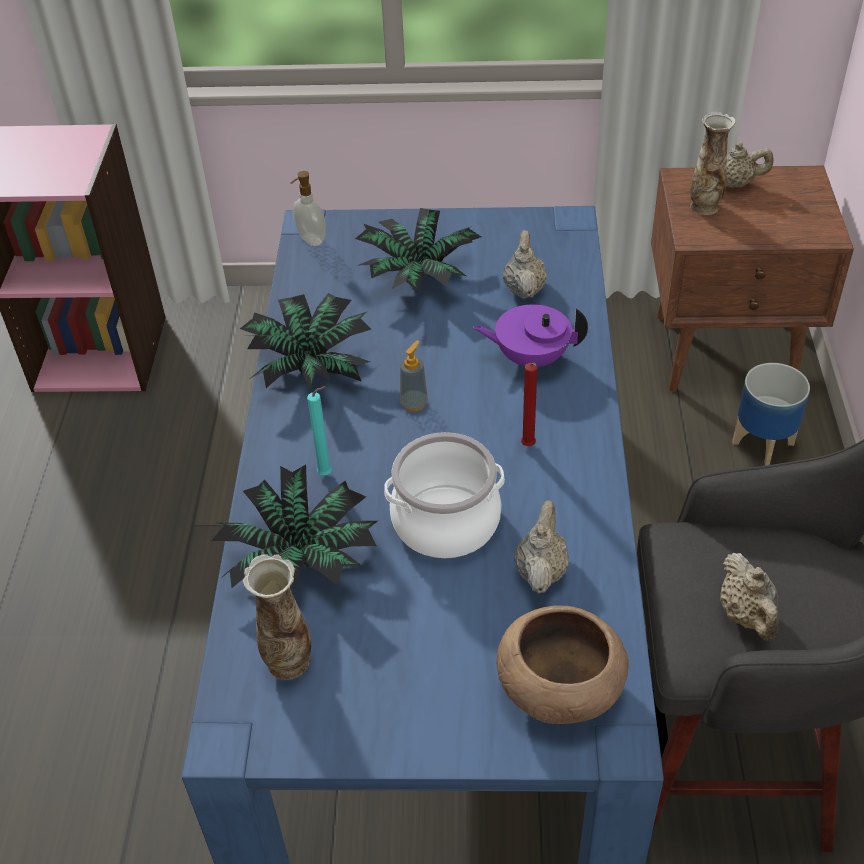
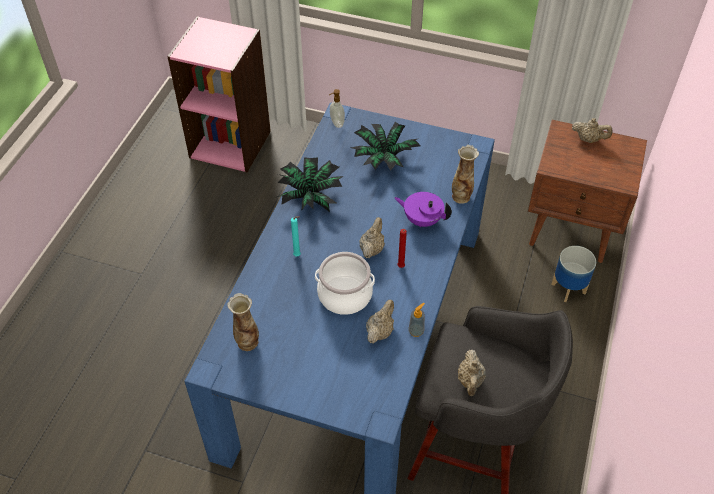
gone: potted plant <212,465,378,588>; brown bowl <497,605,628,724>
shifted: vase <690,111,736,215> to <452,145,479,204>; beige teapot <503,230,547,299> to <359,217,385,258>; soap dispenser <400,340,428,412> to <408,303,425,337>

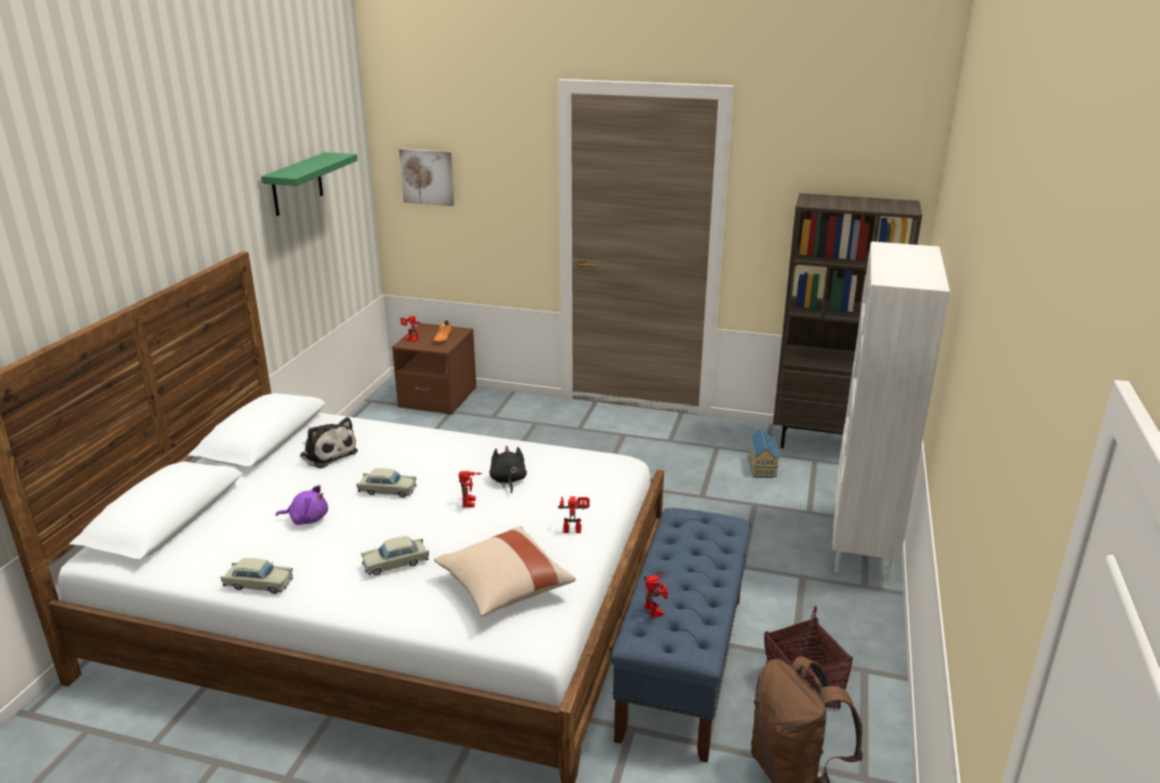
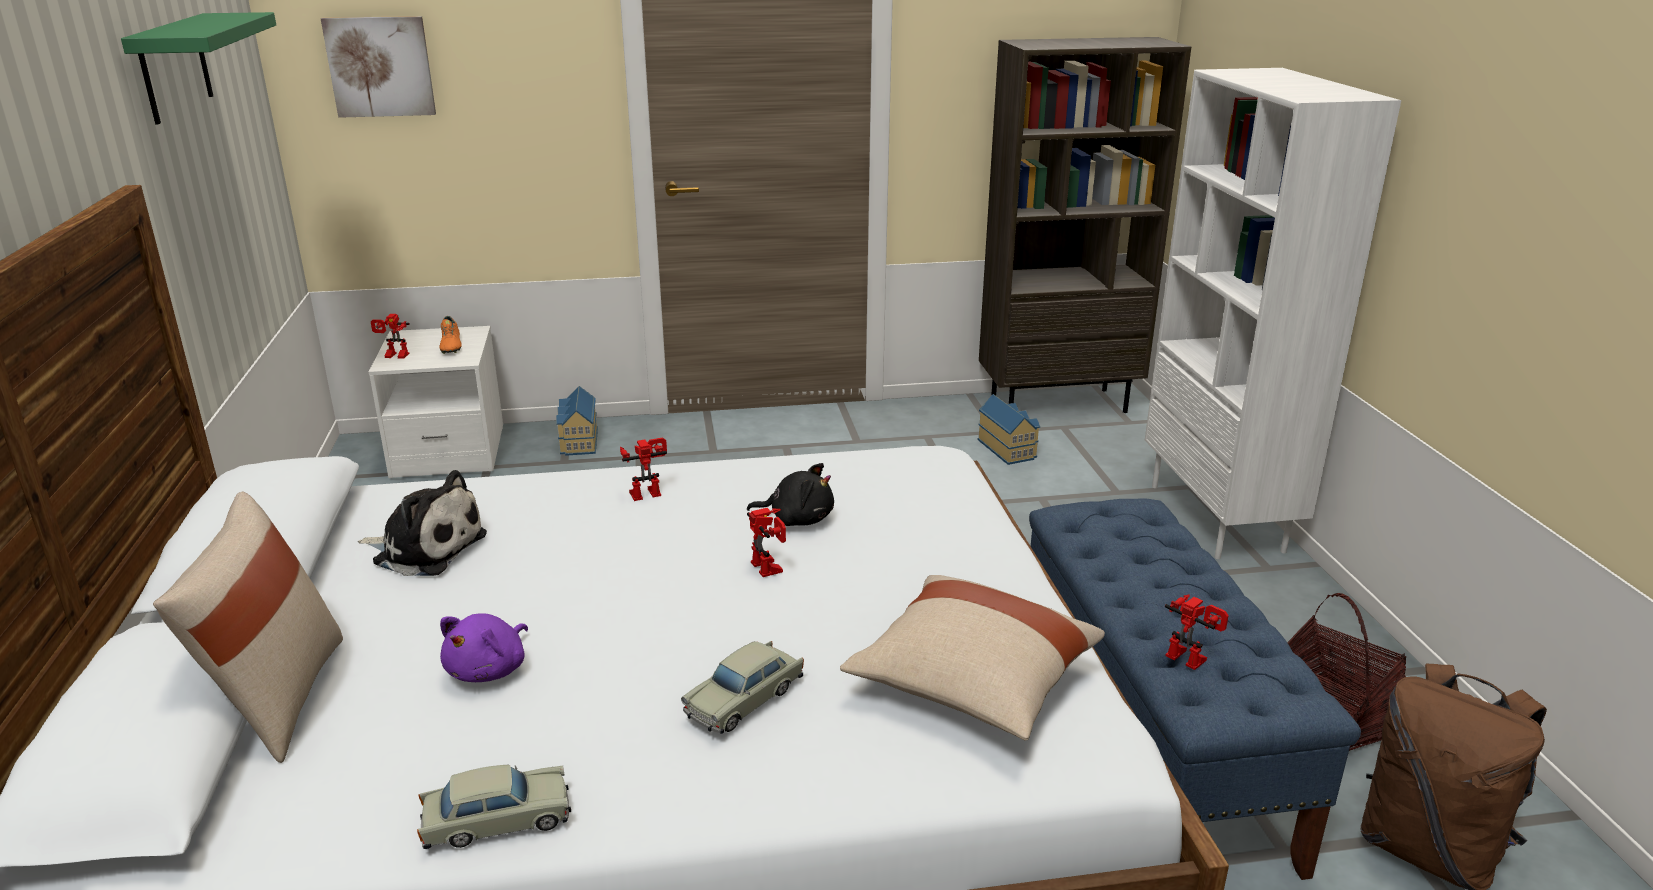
gone: beige toy car <356,468,416,498>
new: toy house <556,386,598,456>; beige pillow <153,492,343,763>
shifted: toy robot <558,497,589,533> to <620,438,667,501>
repainted: brown nightstand <392,323,476,415> to white nightstand <369,326,503,478>
rotated: black plush toy <489,446,527,494> = <747,463,834,526> 135 degrees clockwise; purple plush toy <276,485,328,525> = <440,613,528,682> 135 degrees clockwise

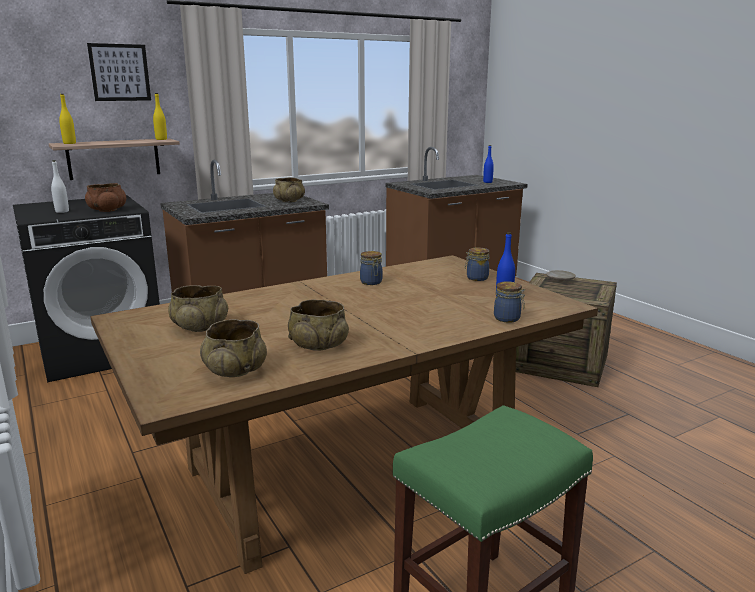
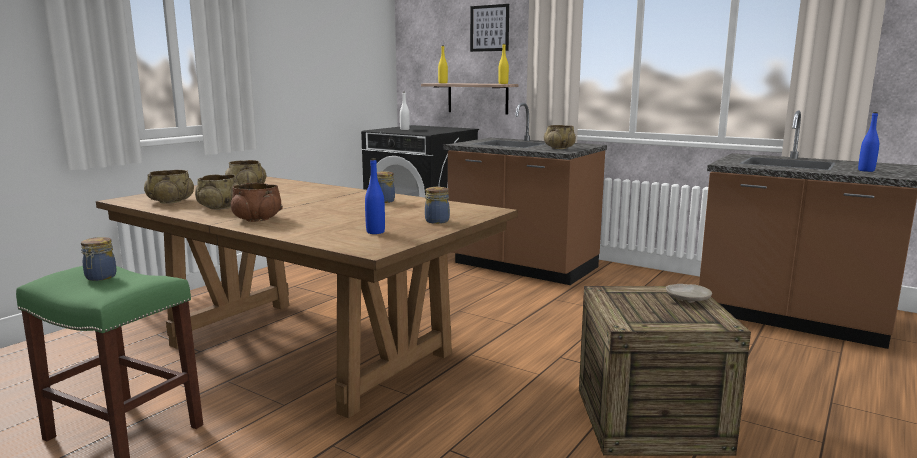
shifted: brown bowl <85,183,126,212> to <231,183,283,222>; jar <494,281,525,323> to <81,237,117,281>

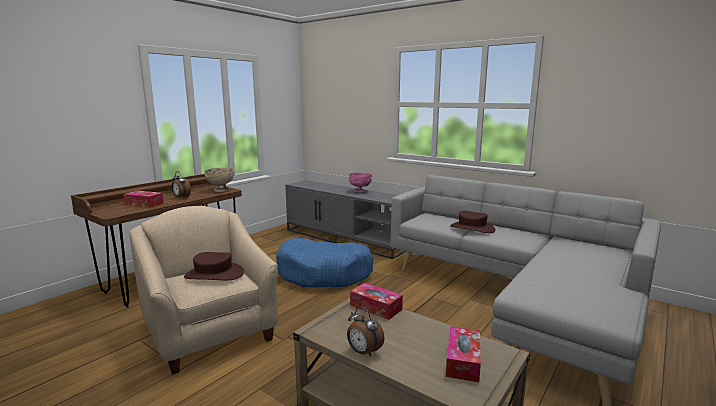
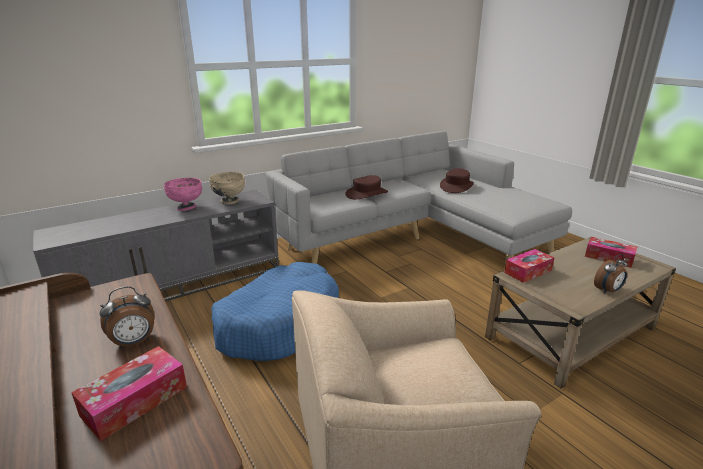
shifted: beige bowl <204,167,234,192> to <209,172,245,204>; brown hat <184,252,244,280> to <440,168,474,193>

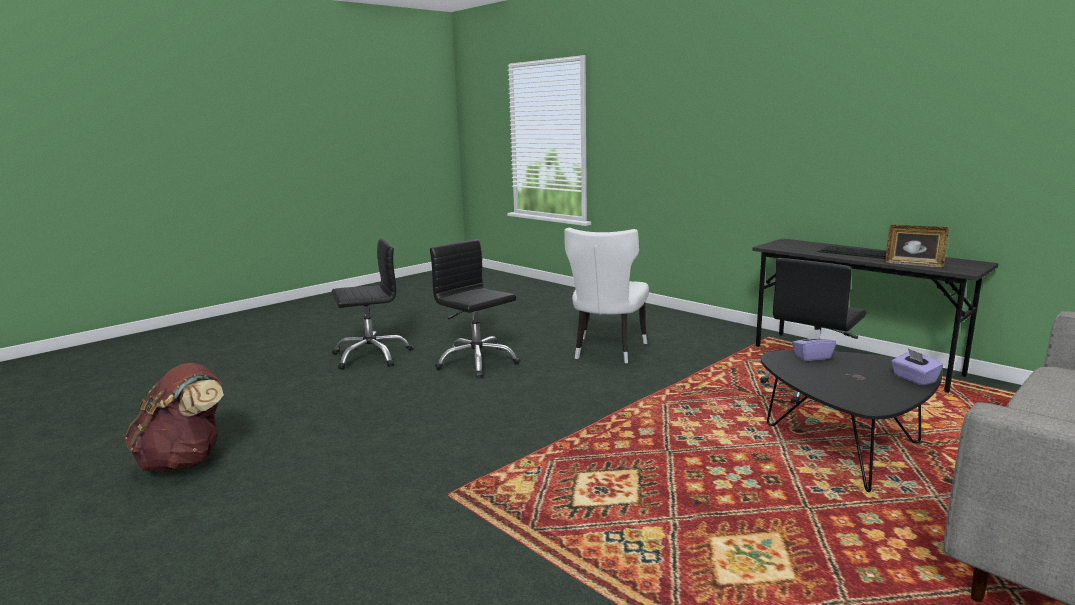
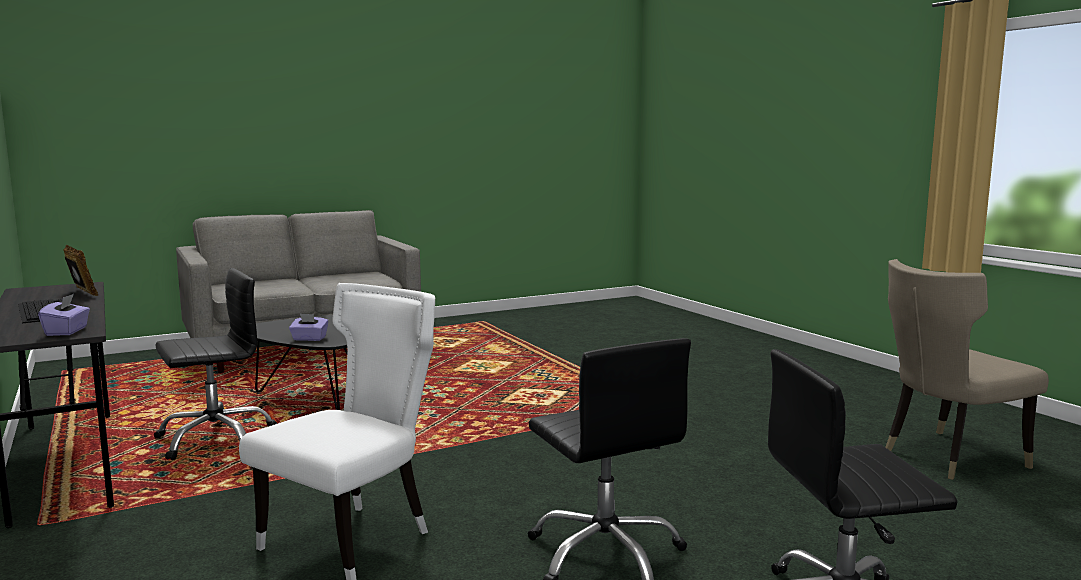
shifted: purple tissue box <891,349,943,386> to <38,294,90,336>
swapped: brown backpack <125,362,224,472> to beige chair <885,259,1049,480>

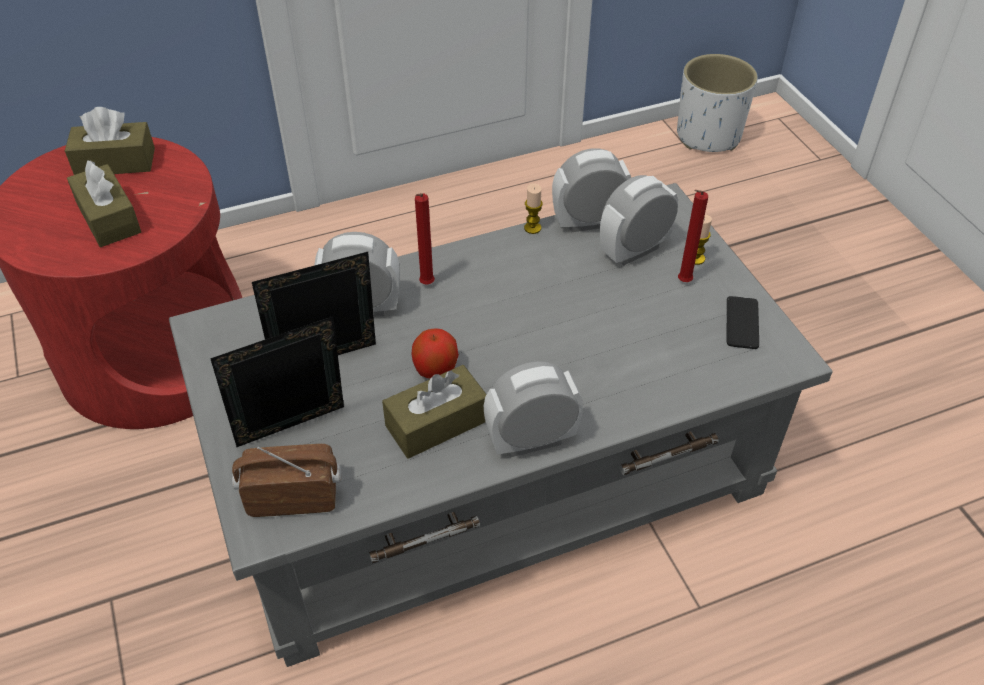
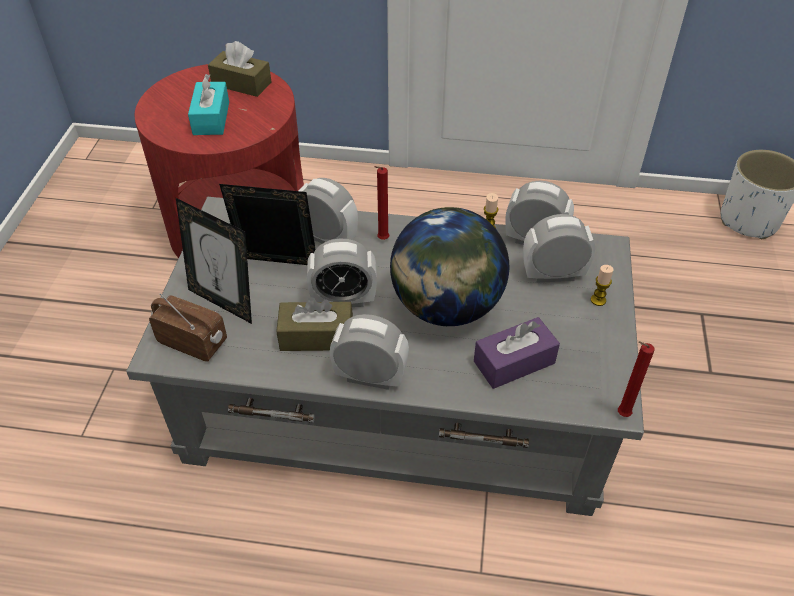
gone: phone <727,296,759,349>
new: globe <390,207,509,326>; purple tissue box <474,317,560,389>
shifted: red candle <678,190,708,282> to <618,341,655,417>
swapped: apple <412,328,459,378> to alarm clock <307,238,377,307>
repainted: brown tissue box <67,160,141,247> to turquoise tissue box <188,74,229,135>
rotated: picture frame <210,316,344,447> = <176,198,252,324> 150 degrees counterclockwise

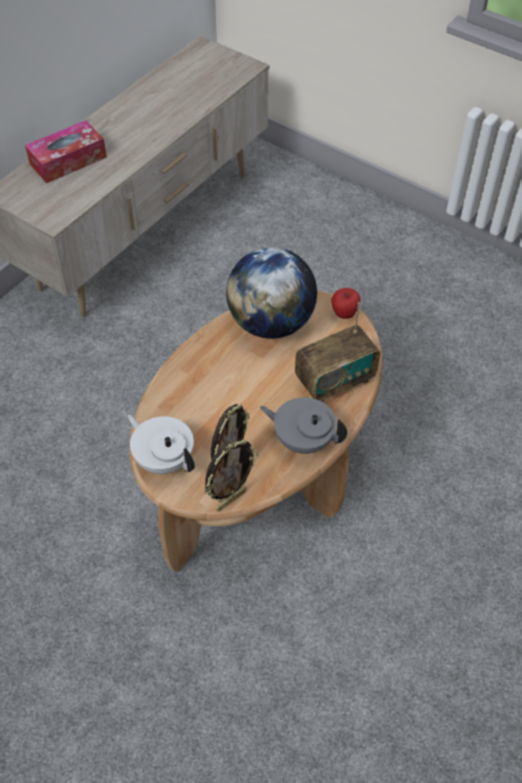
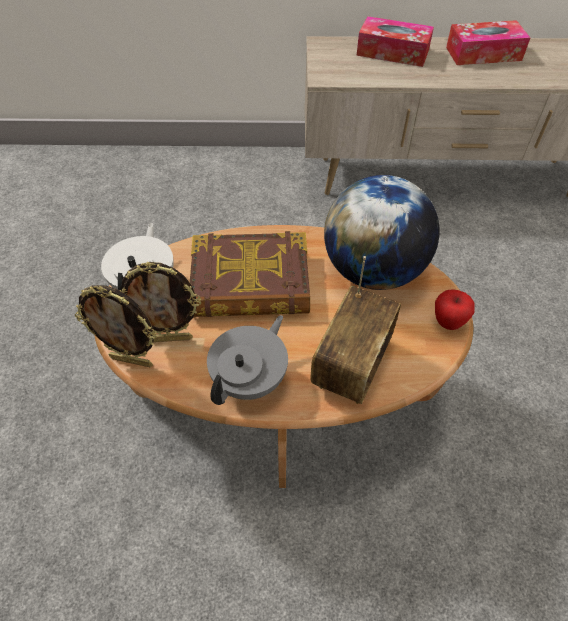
new: tissue box <446,20,530,65>; book <190,231,310,317>
rotated: radio <295,302,380,402> = <310,256,401,404> 90 degrees counterclockwise; grey teapot <260,397,347,454> = <207,315,288,405> 45 degrees clockwise

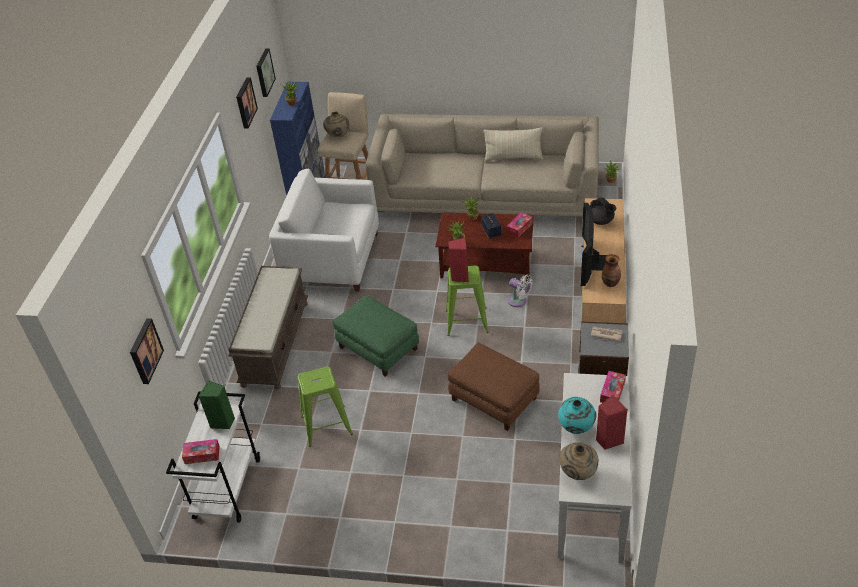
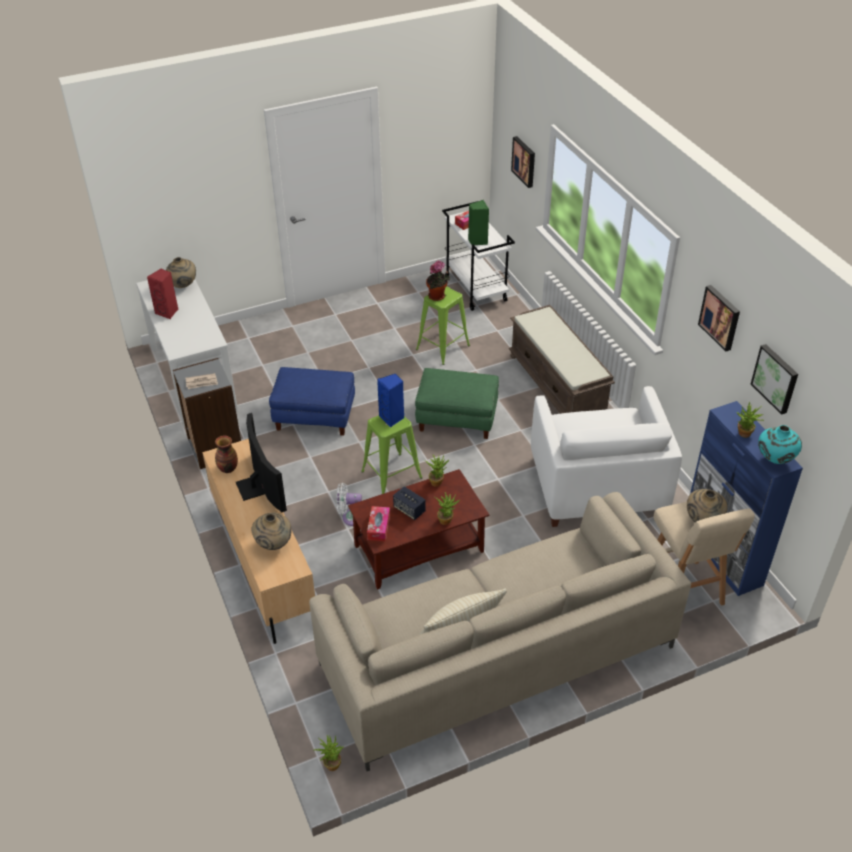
gone: tissue box <600,371,626,403>
new: potted plant <426,260,450,301>
shifted: turquoise vase <558,397,596,434> to <758,425,802,464>
swapped: black teapot <590,197,616,225> to beige vase <251,513,291,550>
repainted: red speaker <448,238,469,282> to blue speaker <377,374,404,427>; brown ottoman <448,343,540,431> to blue ottoman <269,367,355,436>
rotated: white armchair <269,169,379,292> = <531,386,682,527> 105 degrees clockwise

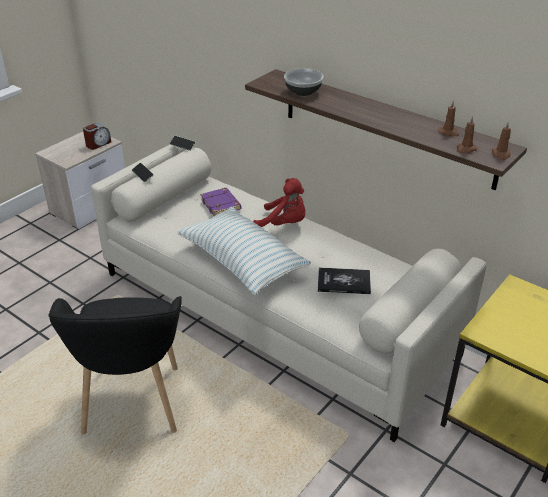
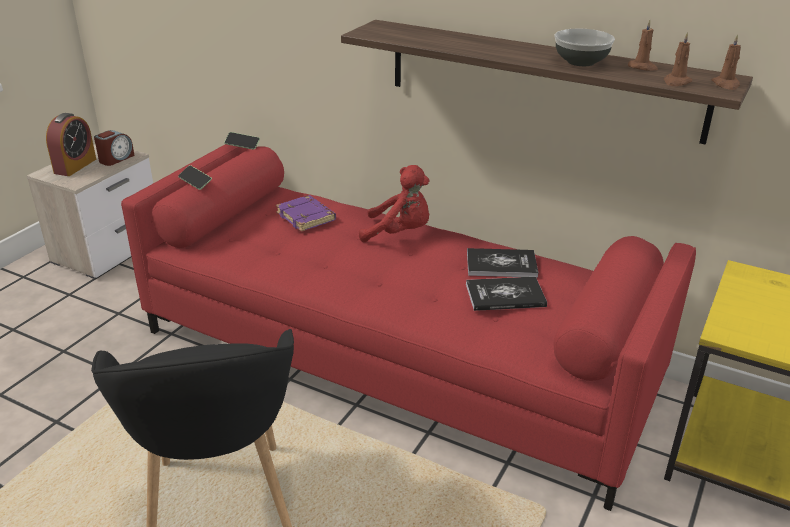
gone: pillow <177,207,311,295>
new: alarm clock <46,113,96,176>; book <467,248,538,278>
shifted: bowl <284,68,323,96> to <554,29,615,66>
repainted: beige sofa <91,145,487,442> to red sofa <121,144,696,511>

